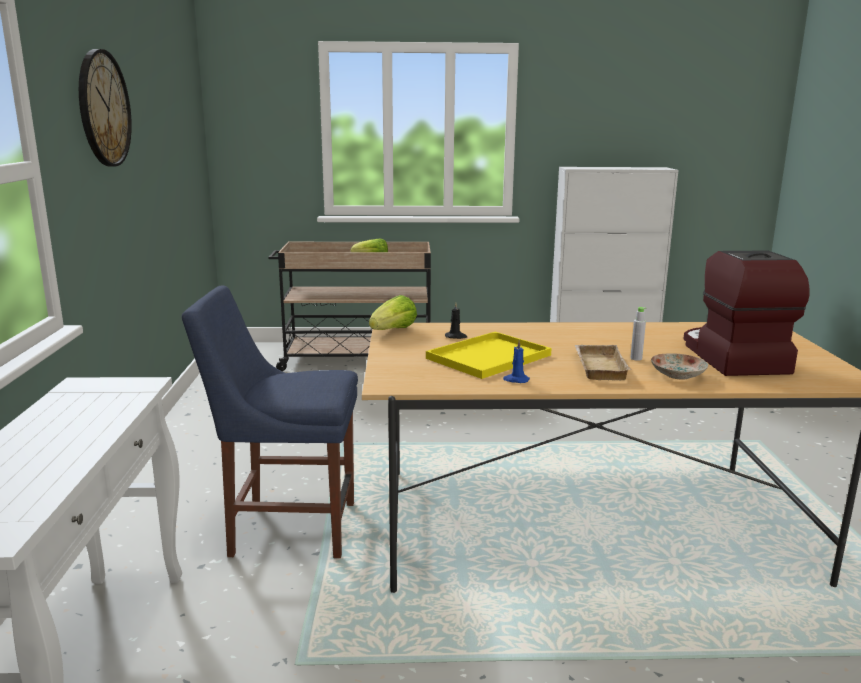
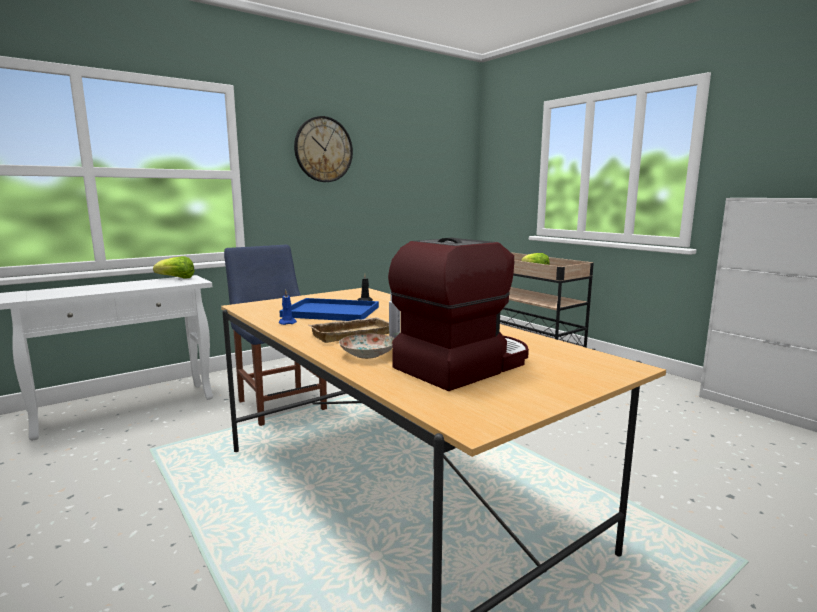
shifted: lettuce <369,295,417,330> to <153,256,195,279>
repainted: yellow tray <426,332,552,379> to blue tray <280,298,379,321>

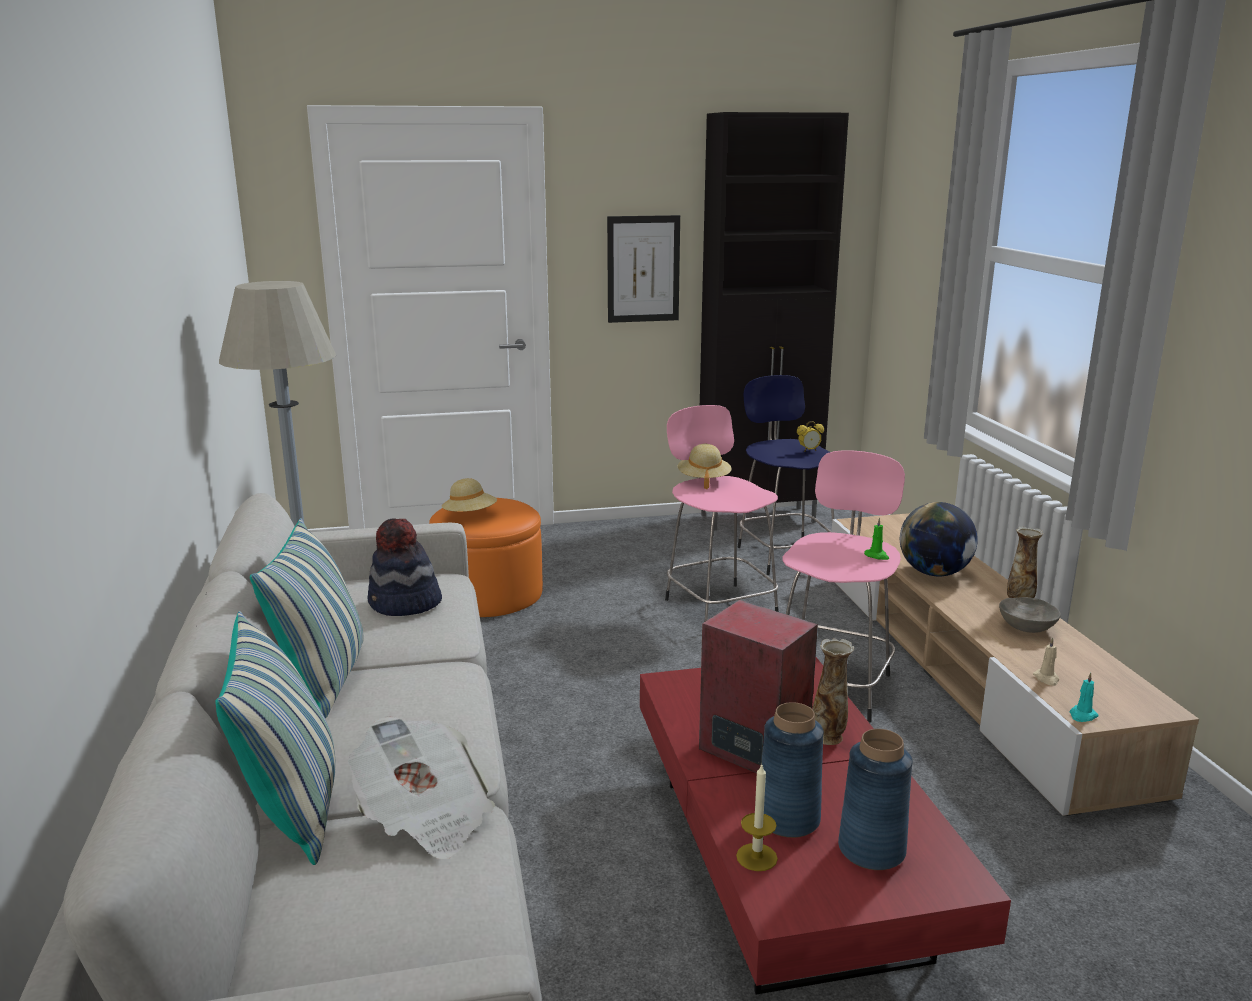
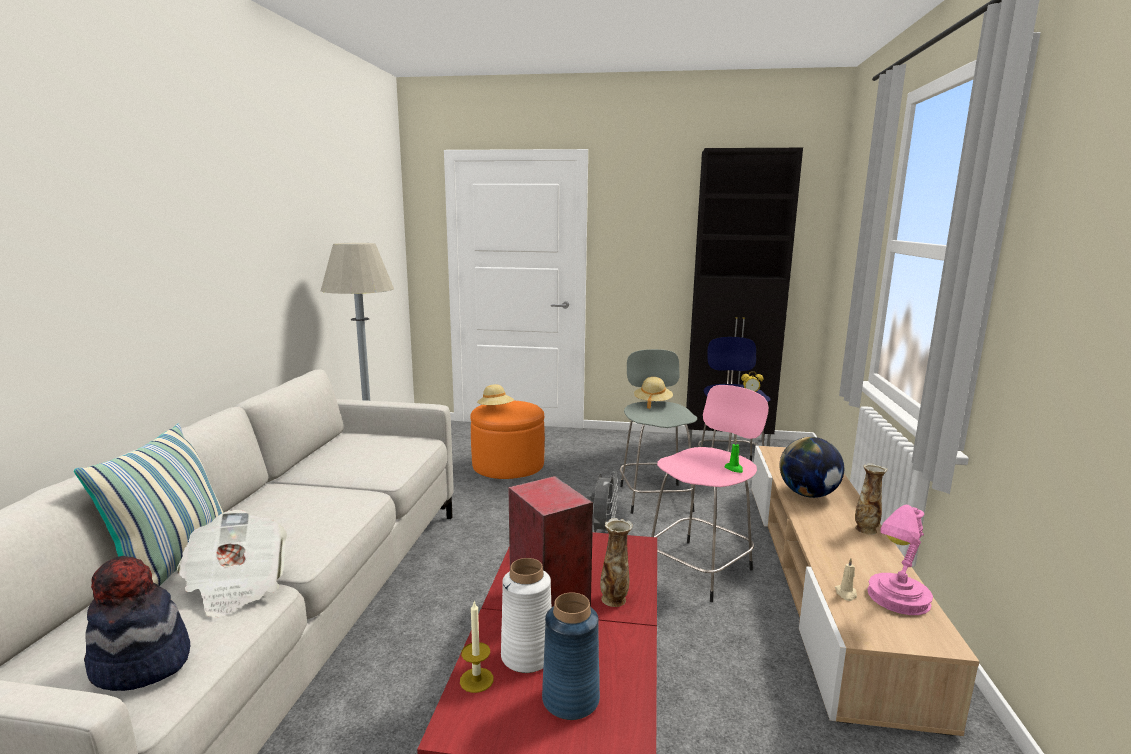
gone: picture <607,215,680,323>; pillow <250,518,364,719>; grey bowl <999,597,1061,633>; turquoise candle <1070,673,1098,722>
new: grey fan <586,471,618,533>; pink table lamp <867,505,933,615>
shifted: hat <368,518,442,616> to <84,556,190,691>
repainted: pink stool <665,405,779,622> to grey stool <620,349,697,514>; blue vase <761,702,824,838> to white vase <501,558,552,673>

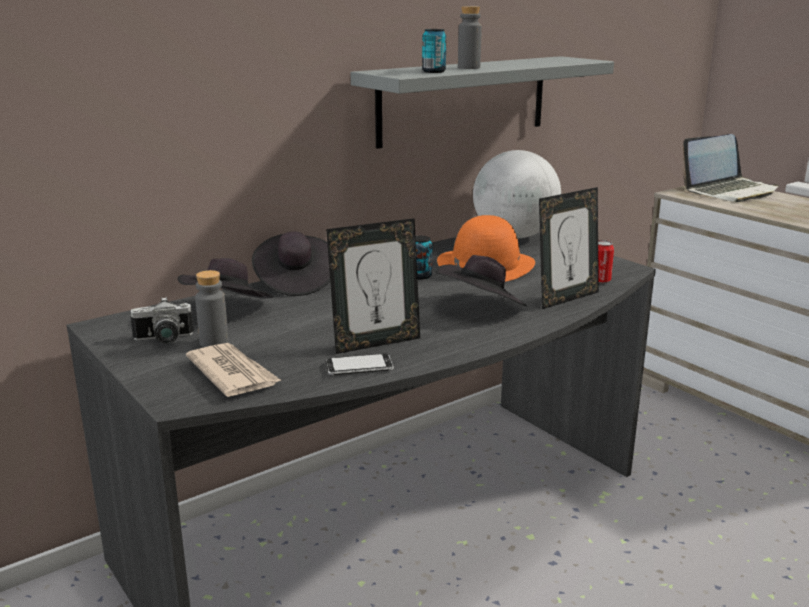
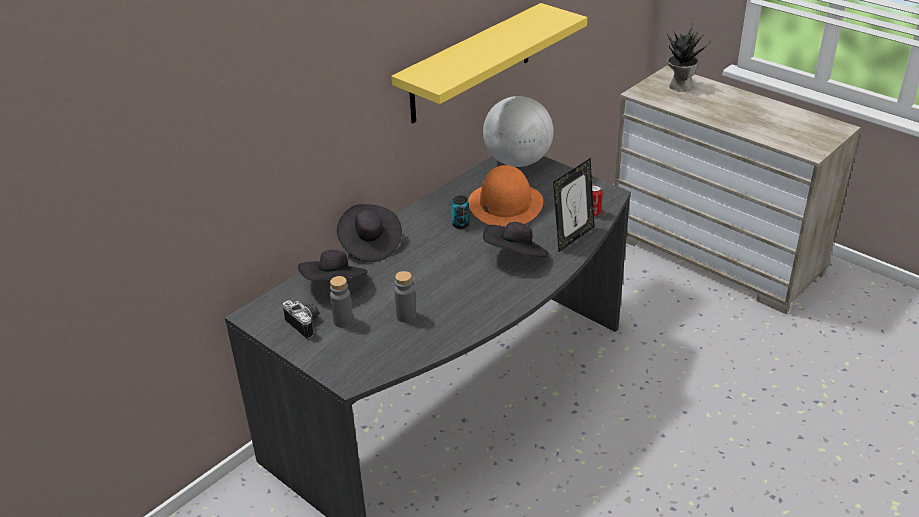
gone: can <422,29,446,73>; picture frame <326,218,420,354>; newspaper <186,343,282,397>; phone <326,354,393,375>
shifted: grey bottle <458,6,482,69> to <394,271,416,323>
swapped: laptop <682,134,779,202> to potted plant <667,23,711,92>
repainted: grey shelf <351,56,614,149> to yellow shelf <391,3,587,124>
rotated: photo camera <130,297,194,344> = <283,301,319,339> 105 degrees counterclockwise

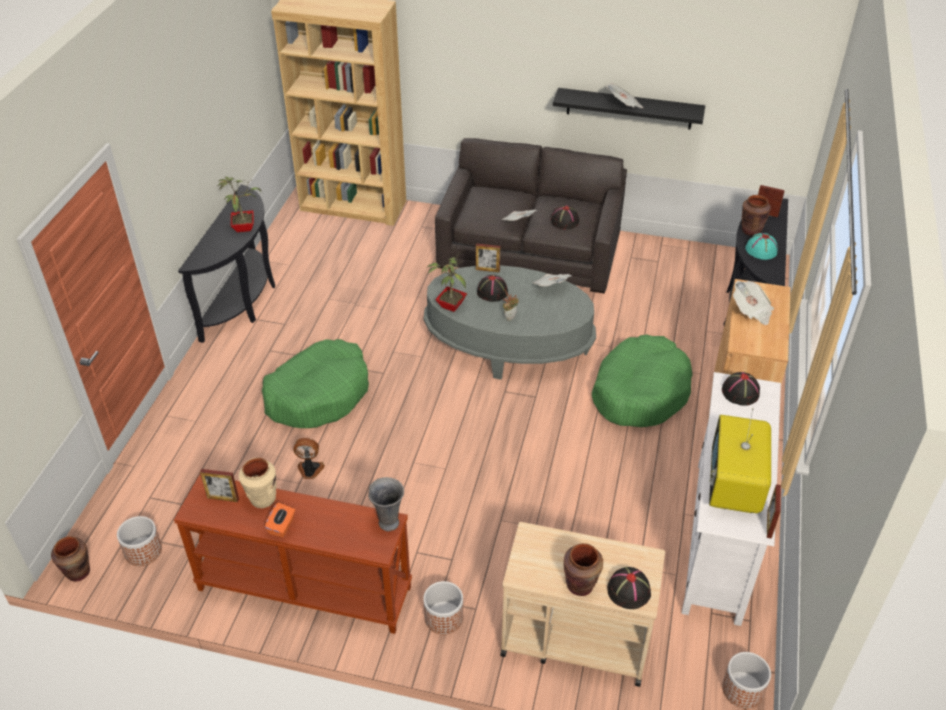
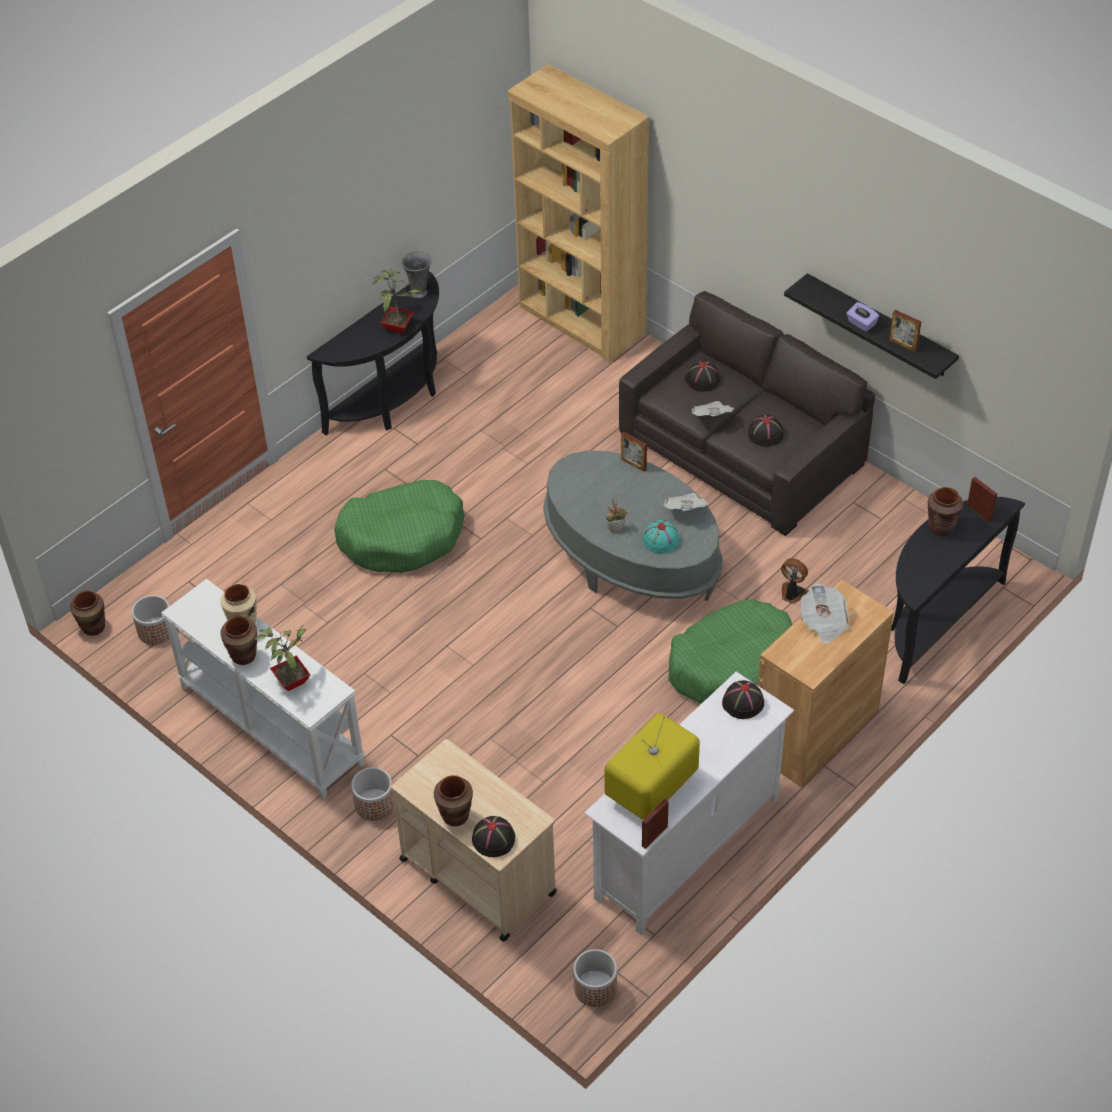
shifted: turquoise hat <745,233,777,260> to <642,520,680,554>; potted plant <427,251,467,312> to <254,625,311,691>; black hat <477,275,508,302> to <685,361,720,392>; fan <293,438,325,479> to <781,558,809,604>; picture frame <200,469,239,502> to <889,310,921,352>; grey vase <368,477,404,531> to <401,251,432,298>
swapped: newspaper <606,84,644,108> to purple tissue box <846,302,879,332>; orange tissue box <265,502,295,537> to brown vase <220,616,257,665>
repainted: brown console table <174,474,412,634> to white console table <161,579,365,799>

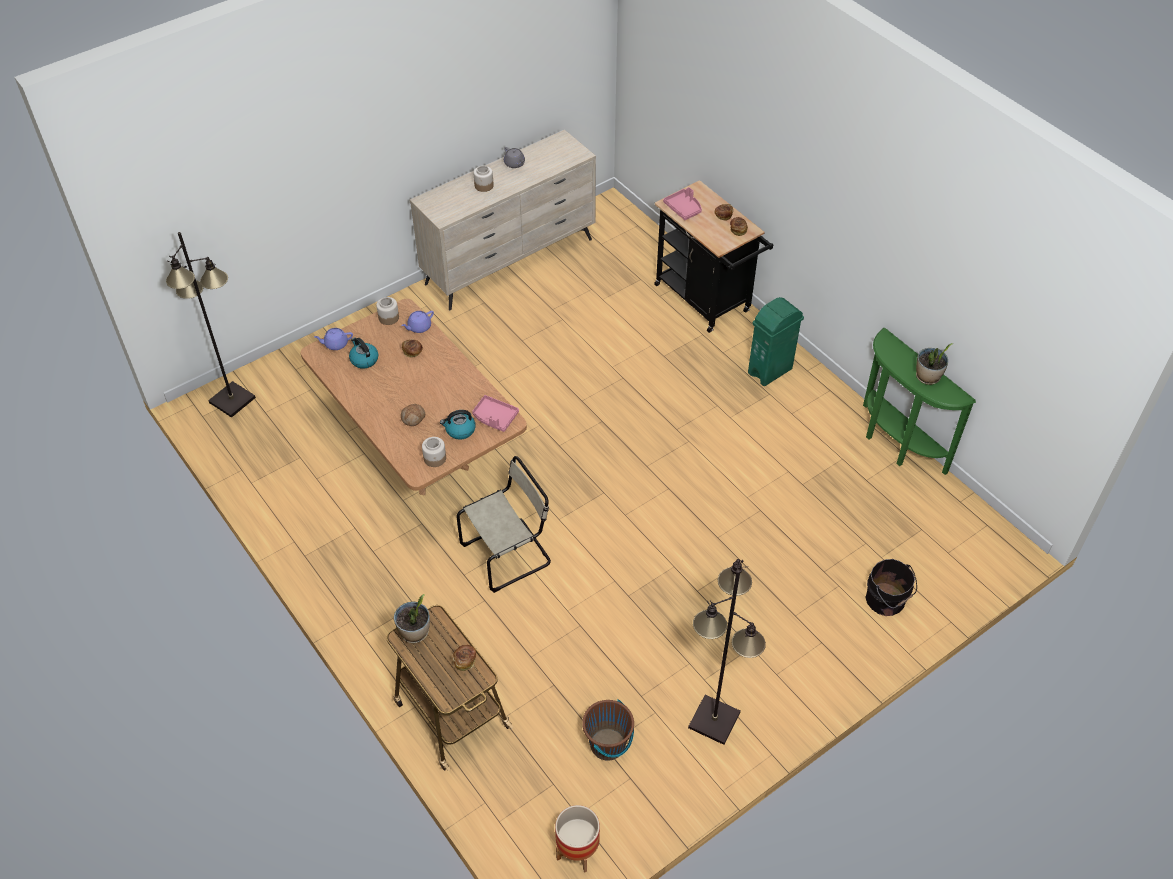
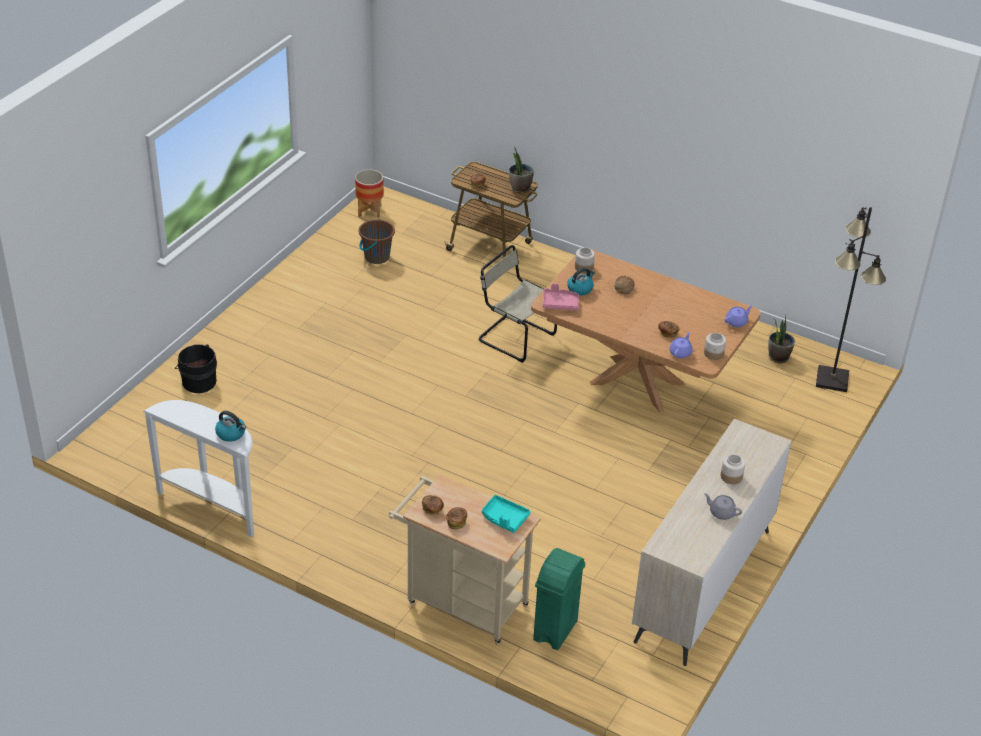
gone: black floor lamp <688,559,766,745>
shifted: green trash can <748,297,804,386> to <533,548,586,650>; kettle <349,337,378,369> to <215,411,246,442>; potted plant <916,343,953,385> to <768,315,795,364>
repainted: black cart <654,180,773,333> to beige cart <389,475,541,645>; pink tray <663,187,702,220> to turquoise tray <482,495,531,533>; green console table <863,328,976,475> to white console table <143,400,254,537>
rotated: beige chair <456,456,551,593> = <479,245,557,363> 90 degrees clockwise

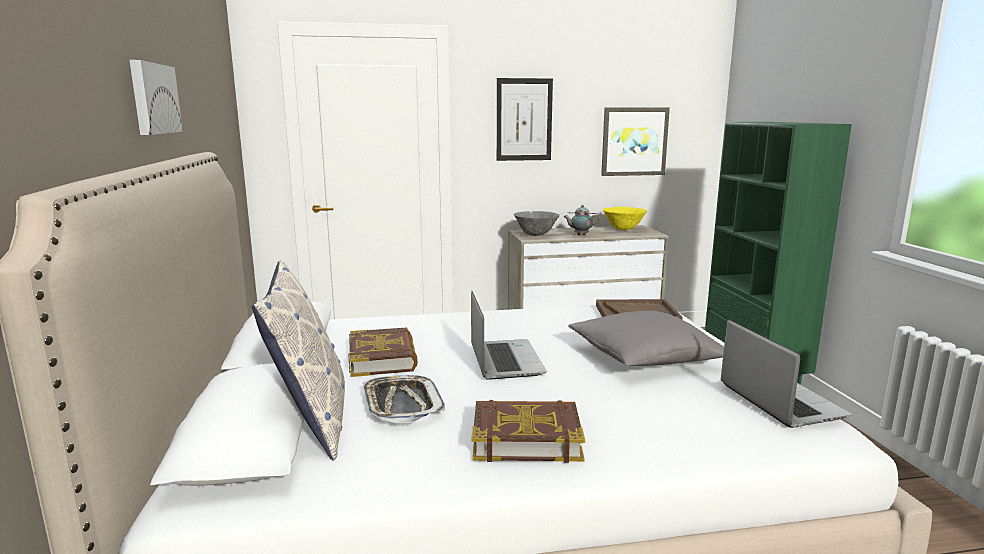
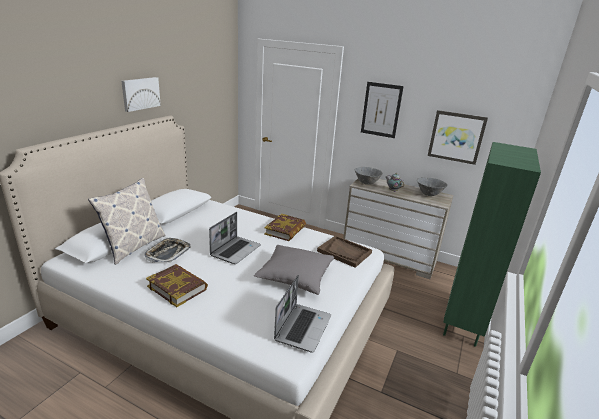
shifted: book <349,327,418,377> to <264,214,306,241>
repainted: yellow bowl <603,207,647,231> to grey bowl <417,177,448,196>

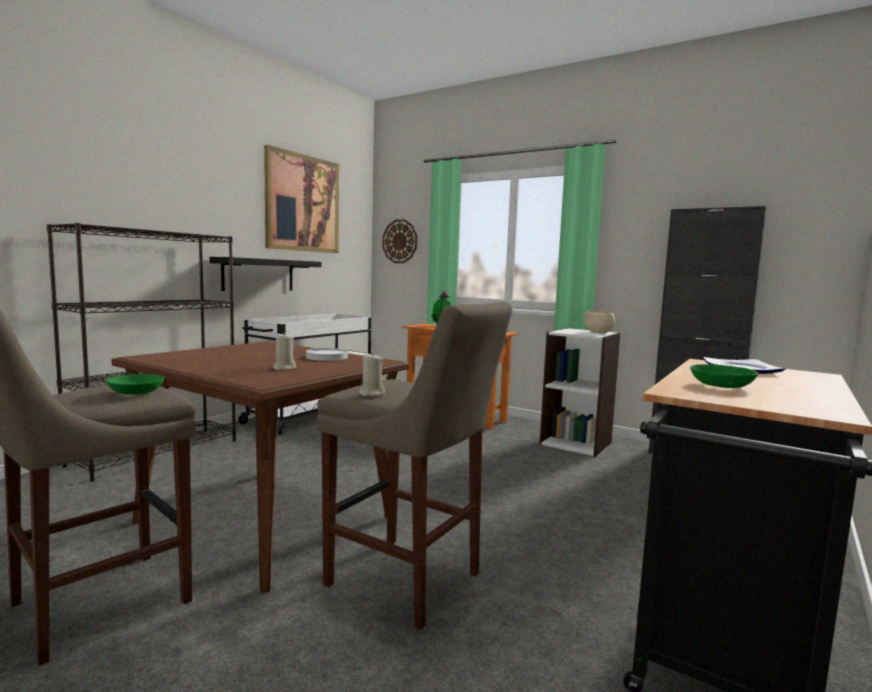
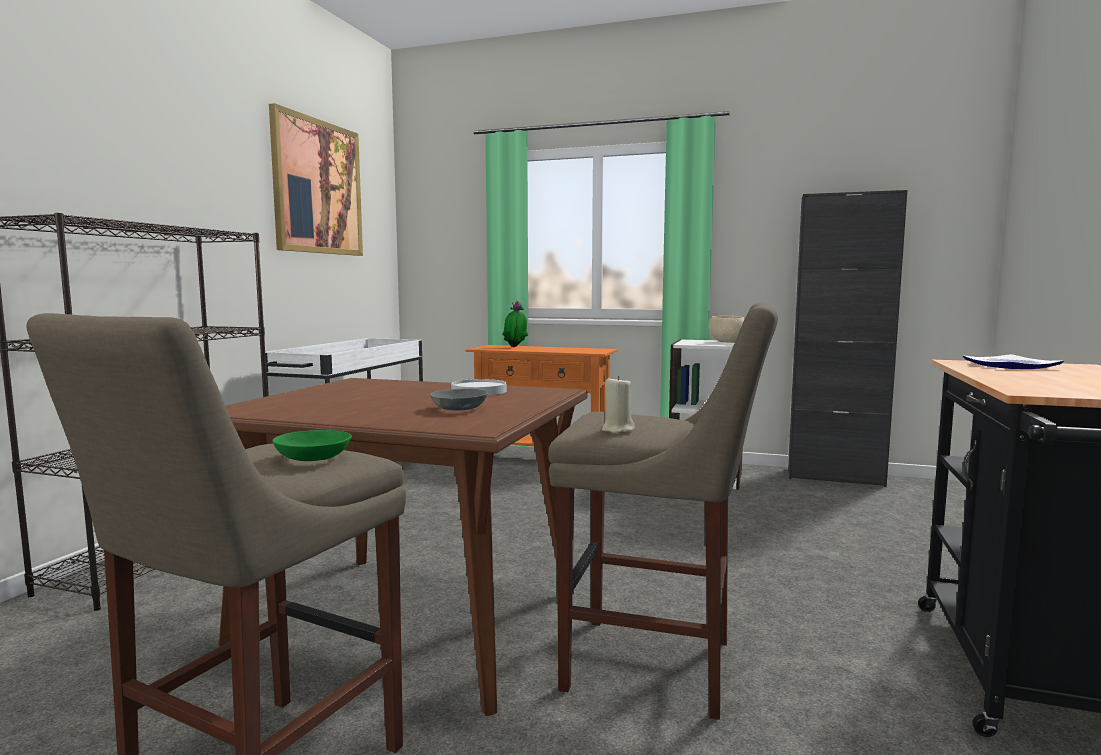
gone: wall clock <382,219,417,263>; black shelf <210,257,321,291>; green bowl <690,364,758,388>
swapped: beige candle <273,332,296,370> to grey bowl <430,389,488,410>

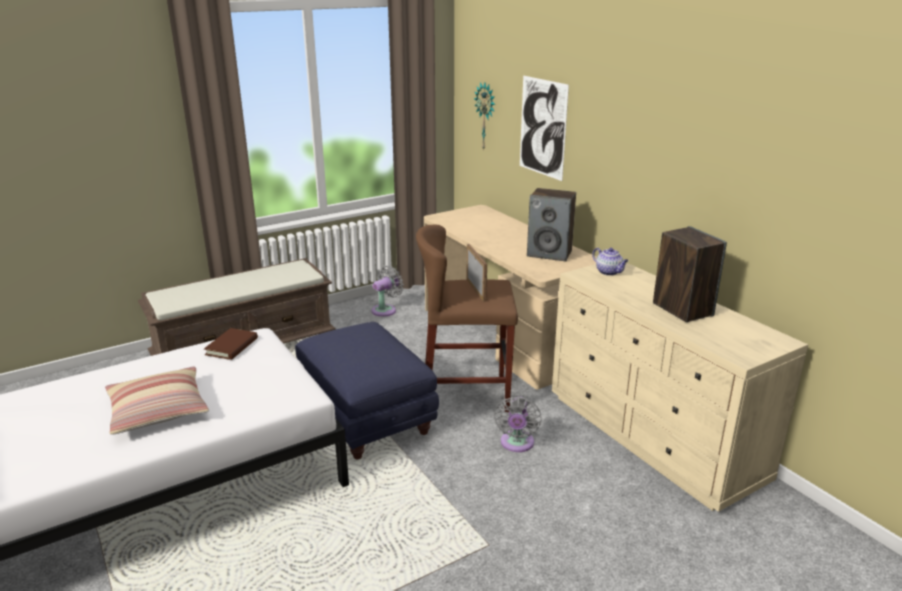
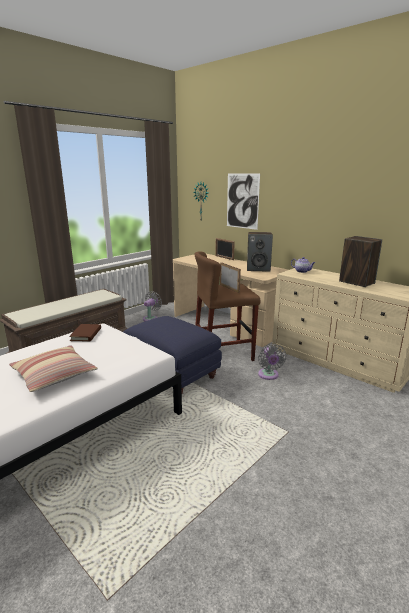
new: picture frame <215,238,235,260>

